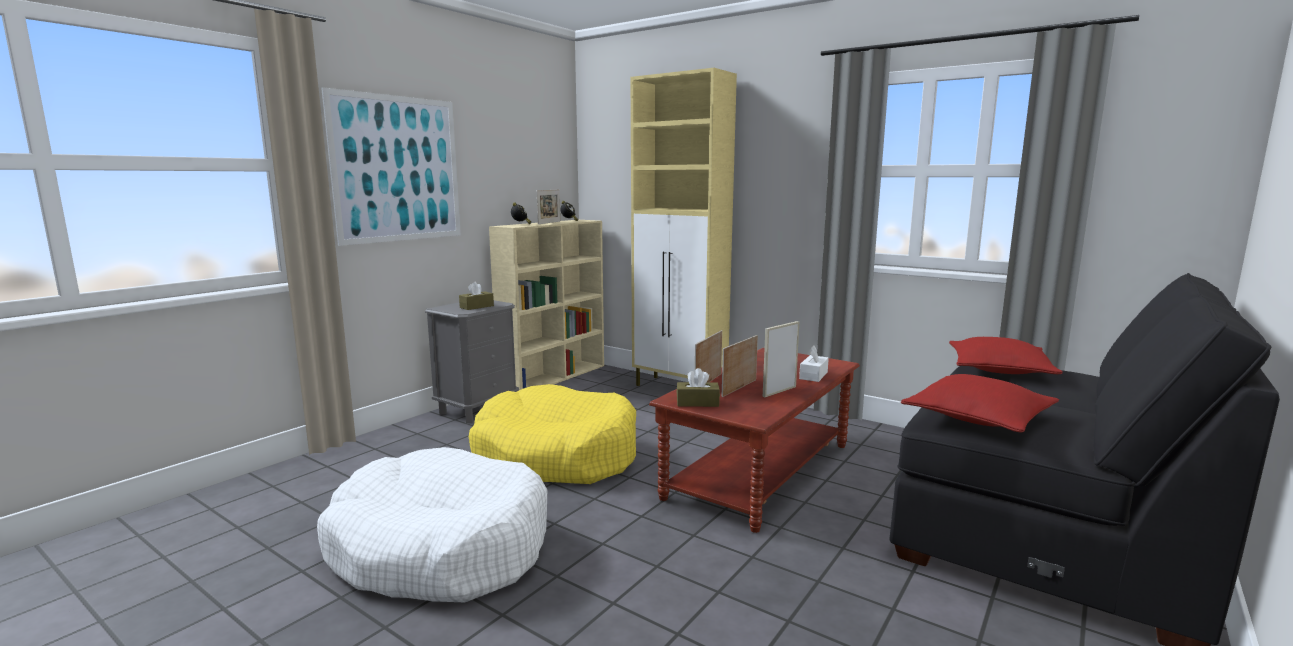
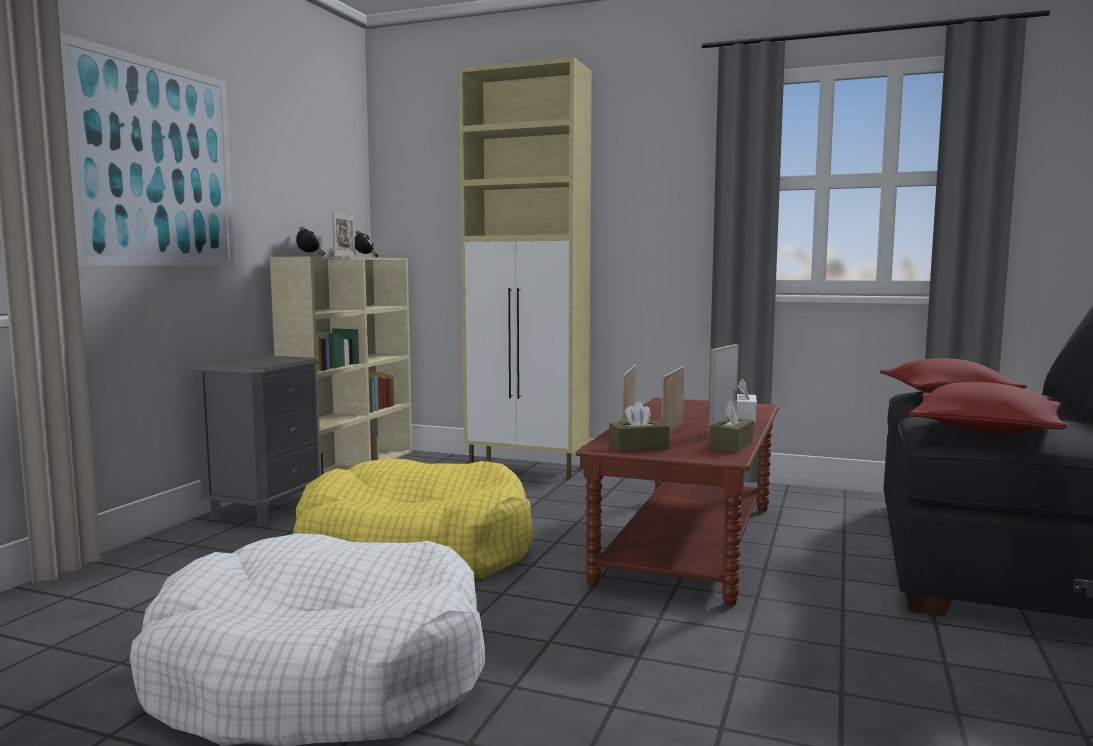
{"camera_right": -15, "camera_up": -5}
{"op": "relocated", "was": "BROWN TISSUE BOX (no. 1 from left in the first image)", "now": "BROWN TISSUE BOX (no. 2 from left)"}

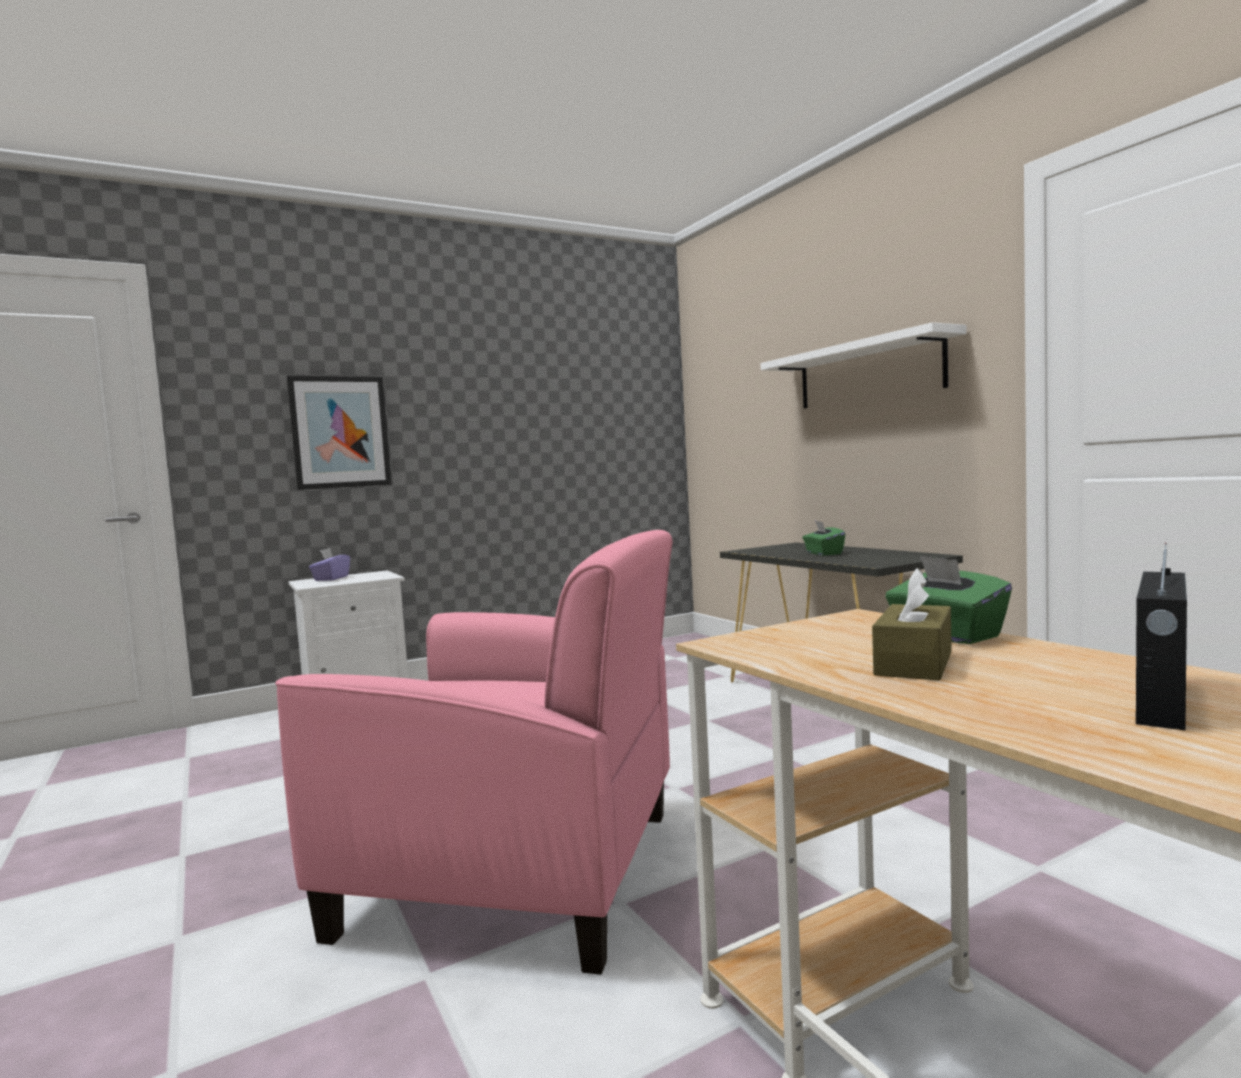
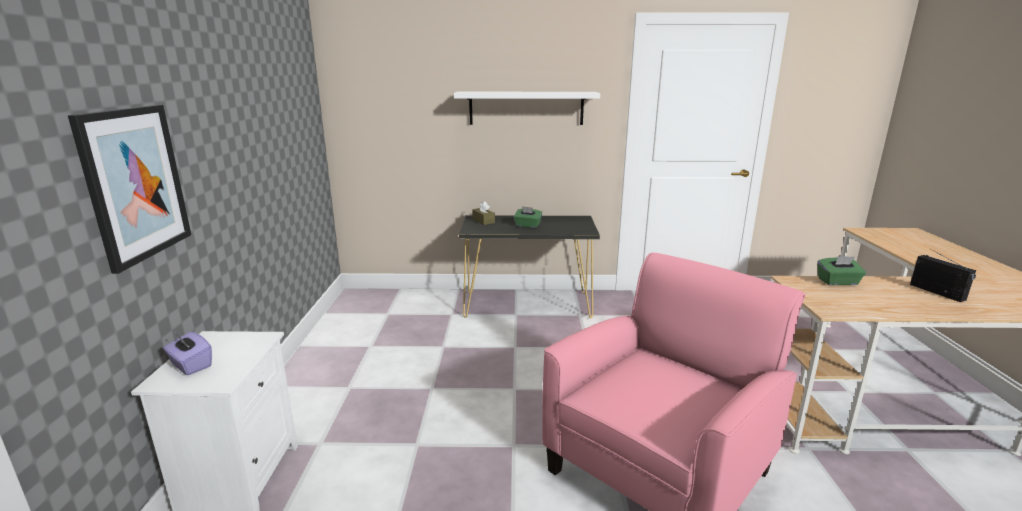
{"camera_right": -60, "camera_up": 15}
{"op": "relocated", "was": "BROWN TISSUE BOX"}

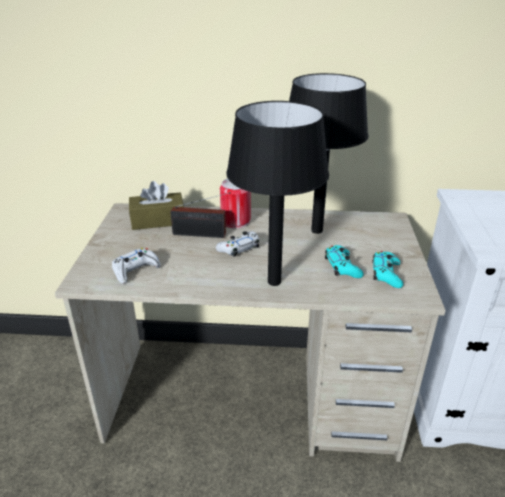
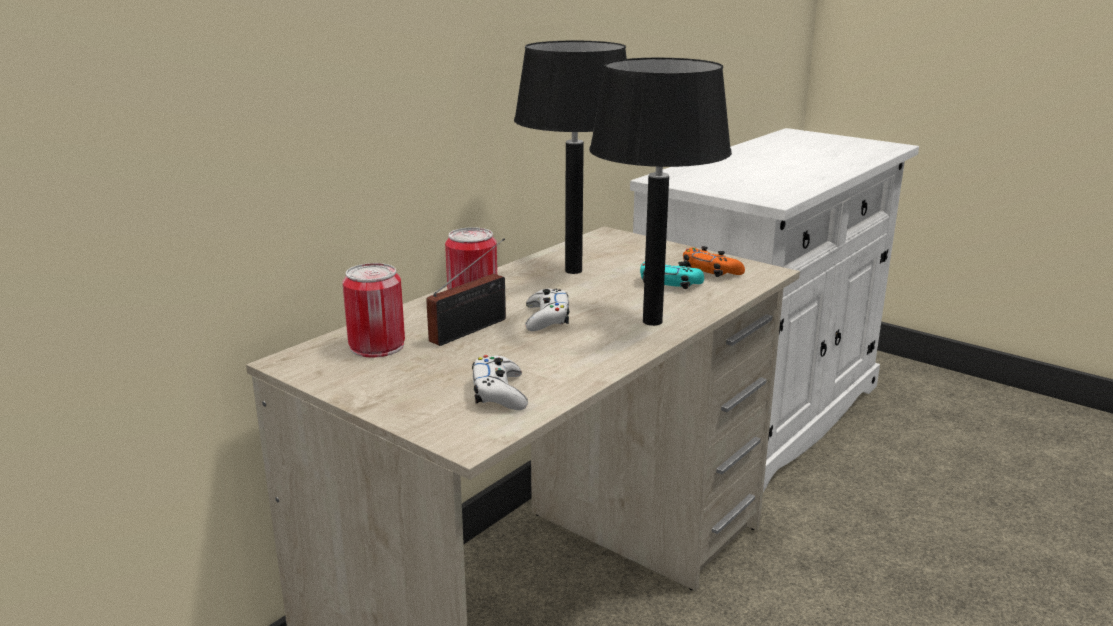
{"camera_right": -55, "camera_up": -10}
{"op": "exchanged", "was": "BROWN TISSUE BOX", "now": "CAN (no. 1 from left)"}
{"op": "colour", "was": "TURQUOISE GAME CONTROLLER (no. 2 from left)", "now": "ORANGE GAME CONTROLLER"}

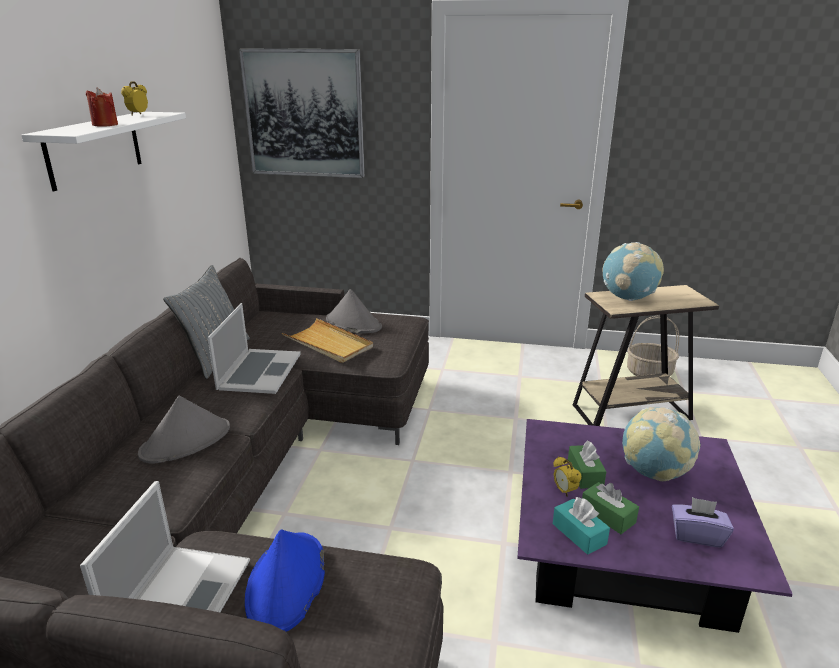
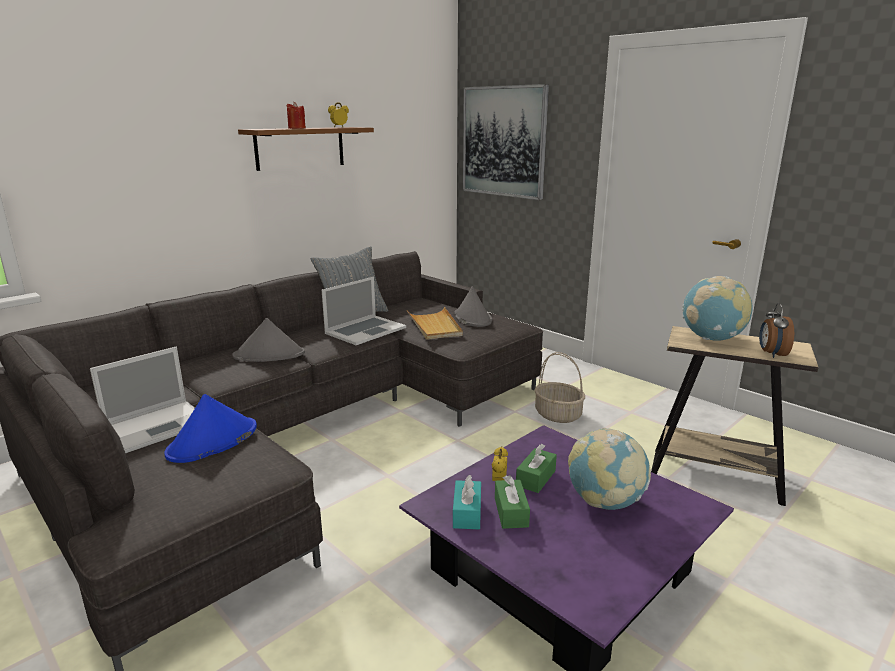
{"camera_right": 35, "camera_up": -5}
{"op": "colour", "was": "WHITE SHELF", "now": "BROWN SHELF"}
{"op": "relocated", "was": "BASKET"}
{"op": "appeared", "now": "ALARM CLOCK (no. 3 from left)"}
{"op": "missing", "was": "PURPLE TISSUE BOX"}

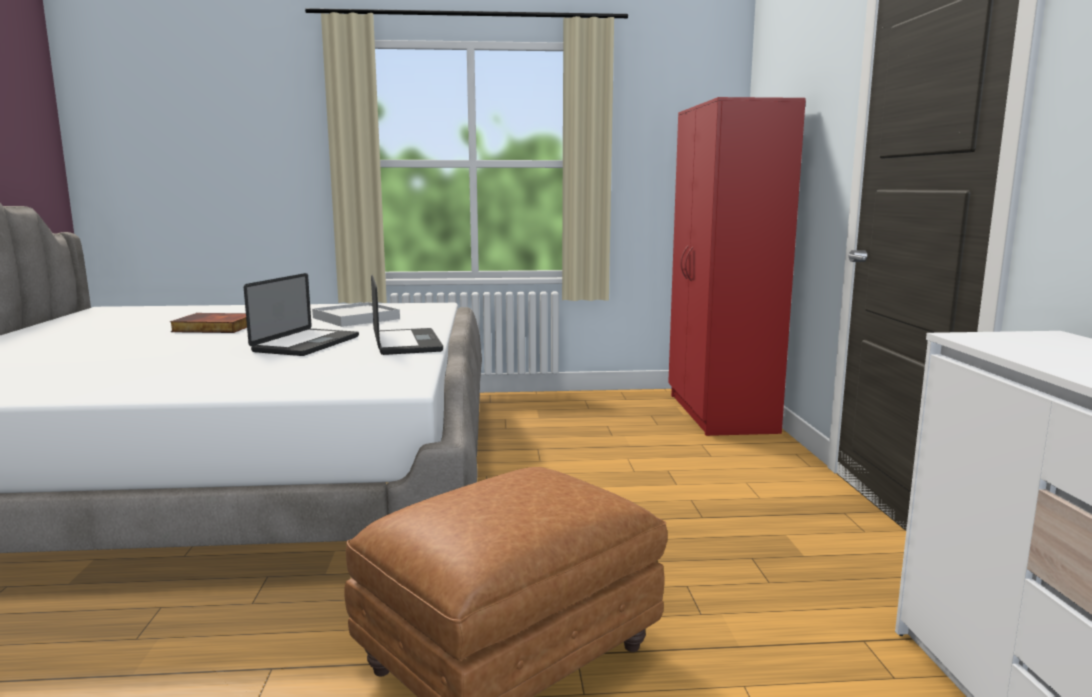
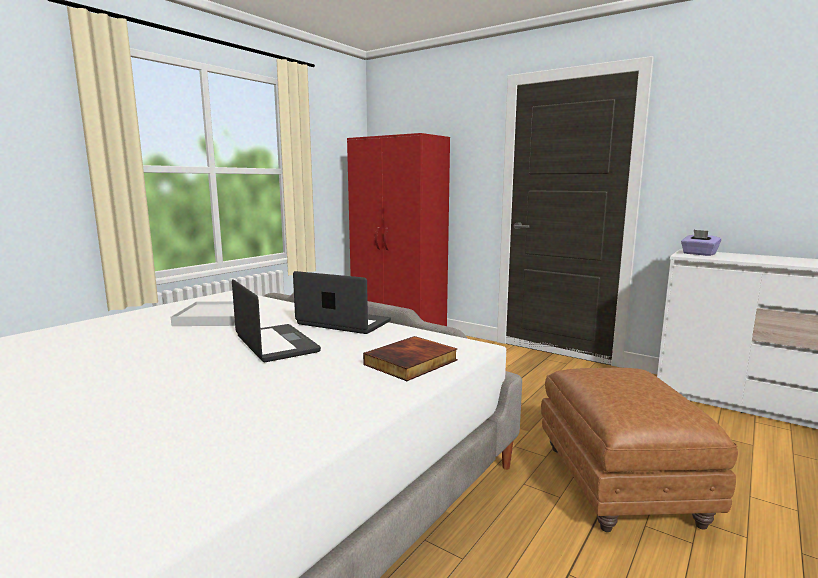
{"camera_right": -50, "camera_up": 0}
{"op": "relocated", "was": "BOOK"}
{"op": "appeared", "now": "PURPLE TISSUE BOX"}

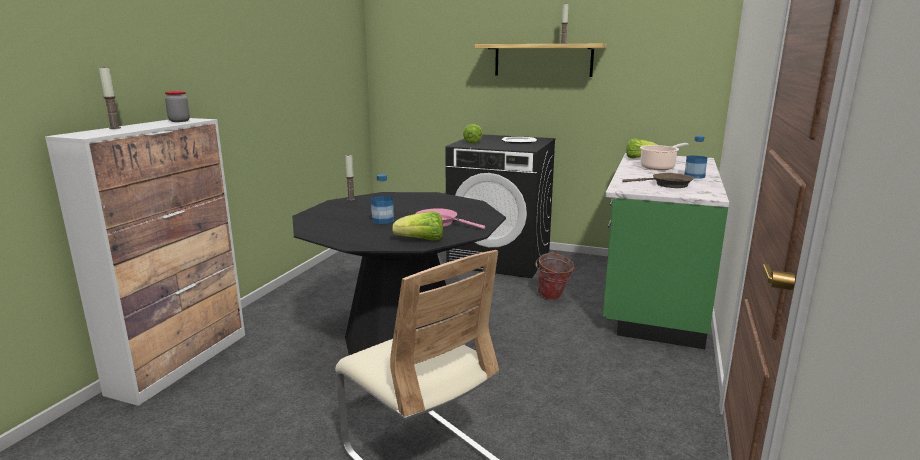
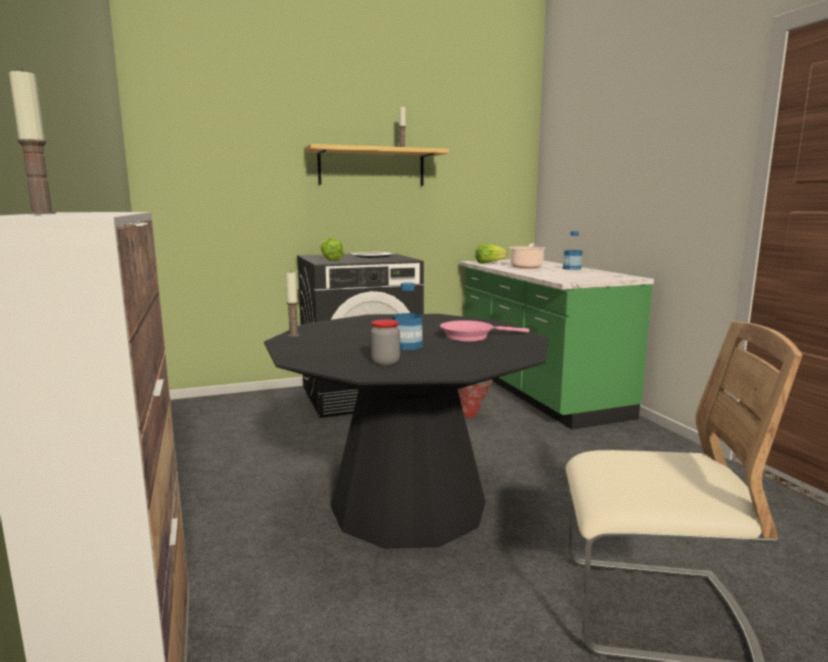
{"camera_right": -40, "camera_up": -5}
{"op": "relocated", "was": "JAR"}
{"op": "missing", "was": "LETTUCE (no. 1 from left)"}
{"op": "missing", "was": "BROWN FRYING PAN"}

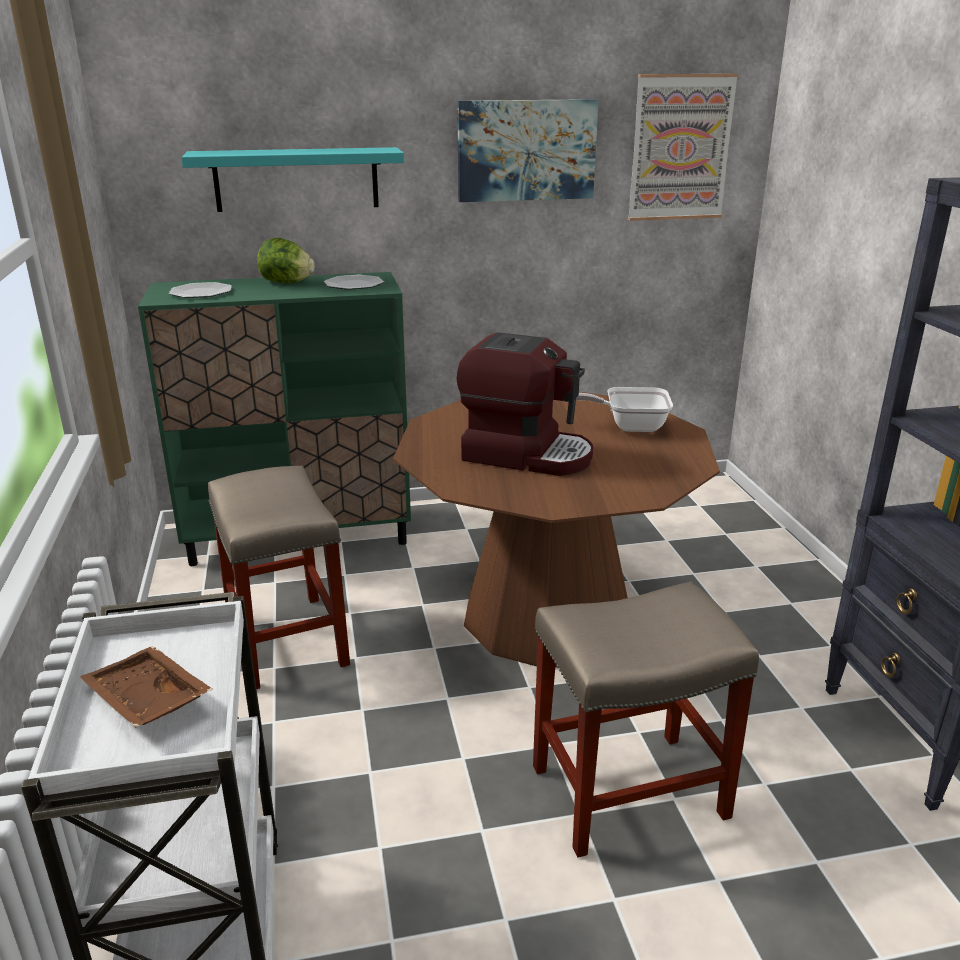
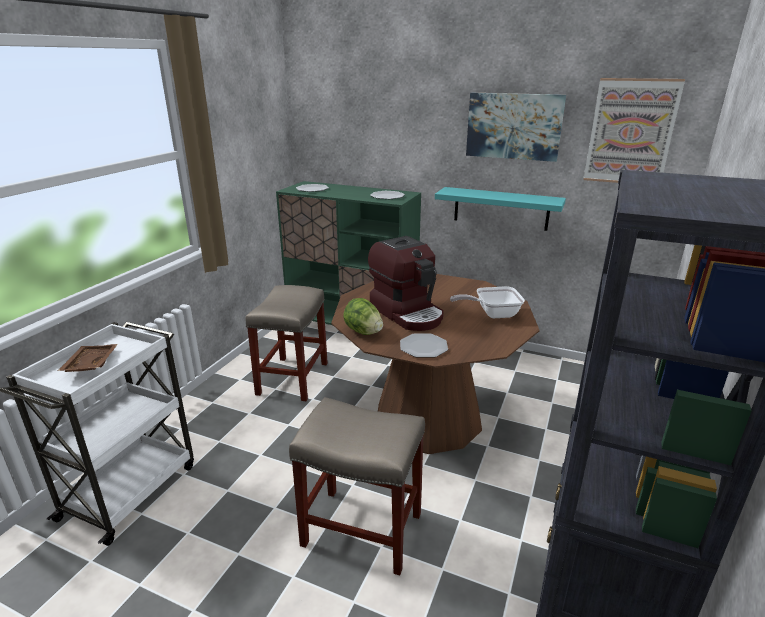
{"camera_right": 35, "camera_up": 0}
{"op": "relocated", "was": "LETTUCE"}
{"op": "appeared", "now": "PLATE (no. 3 from left)"}
{"op": "relocated", "was": "TURQUOISE SHELF"}
{"op": "spun", "was": "FRYING PAN", "clockwise": -45}

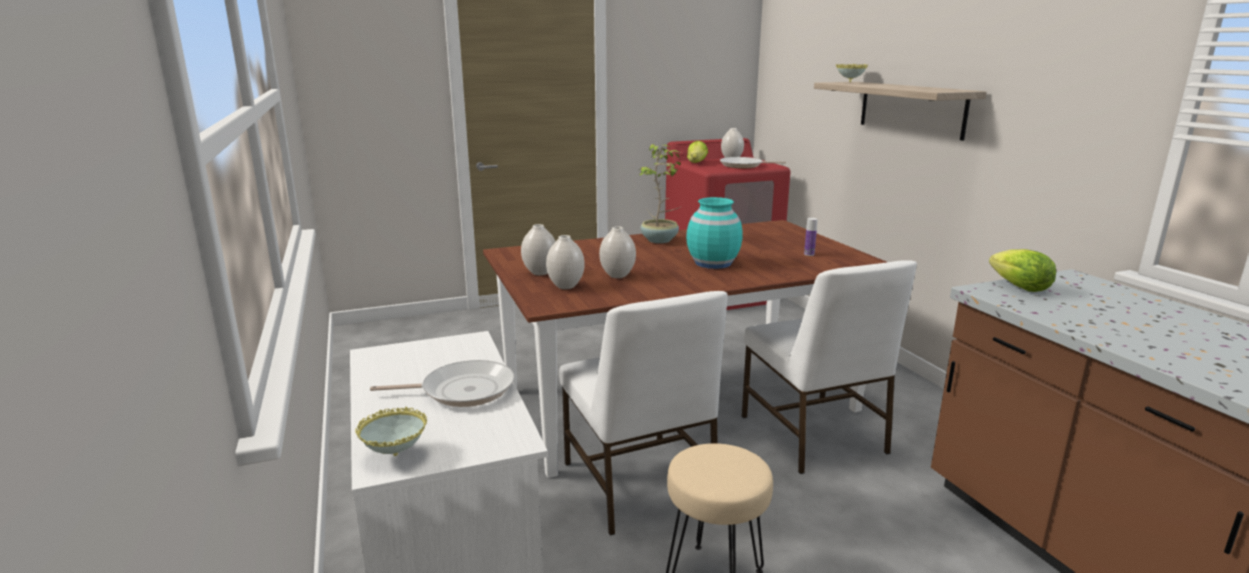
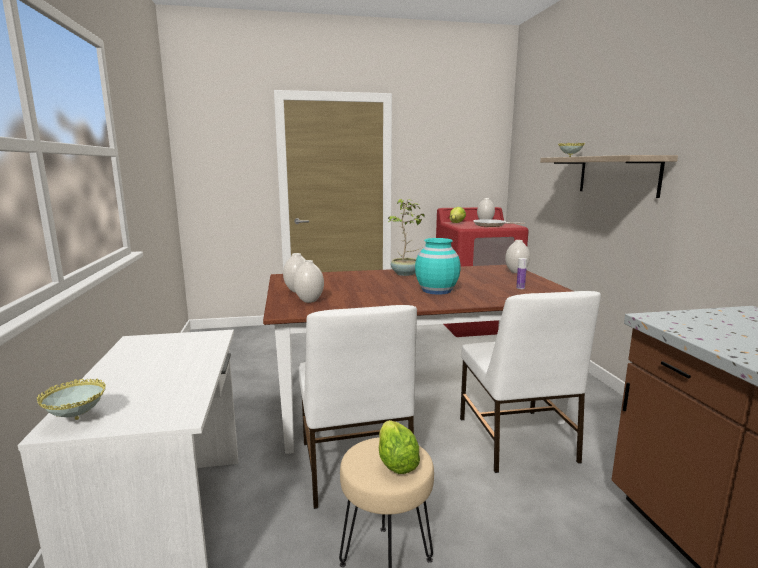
{"camera_right": 10, "camera_up": -5}
{"op": "relocated", "was": "LETTUCE (no. 2 from left in the first image)", "now": "LETTUCE (no. 1 from left)"}
{"op": "relocated", "was": "WHITE VASE (no. 3 from left in the first image)", "now": "WHITE VASE (no. 4 from left)"}
{"op": "missing", "was": "FRYING PAN (no. 1 from left)"}

